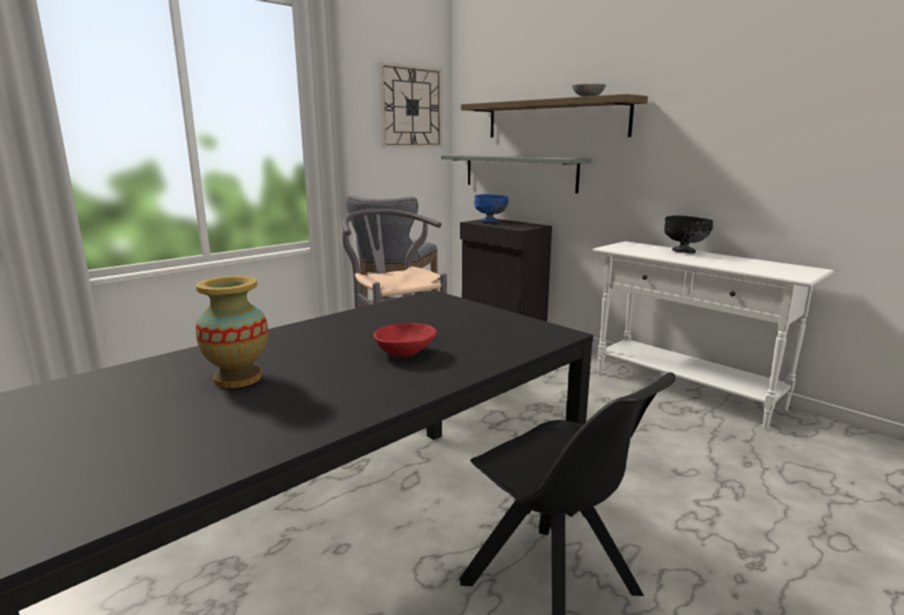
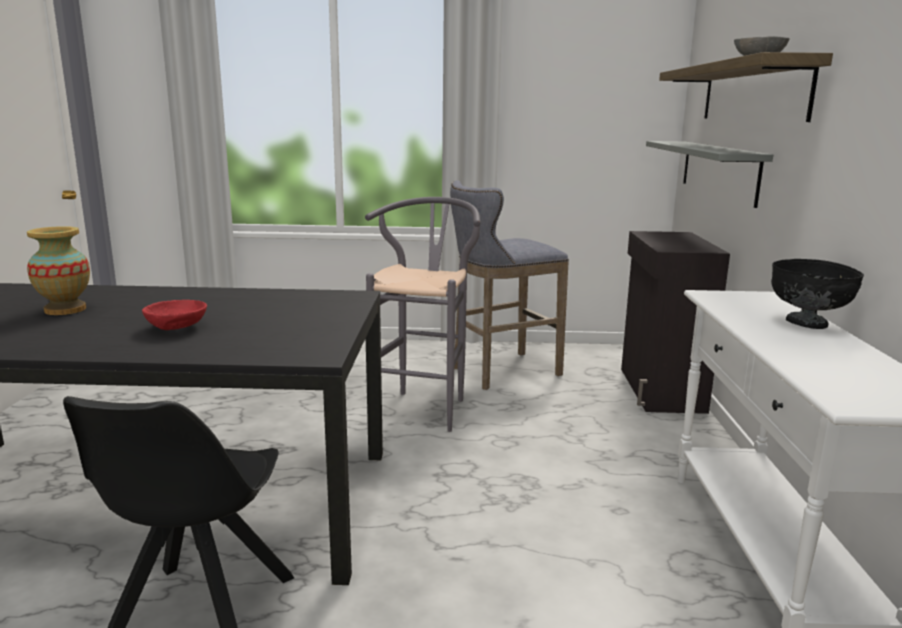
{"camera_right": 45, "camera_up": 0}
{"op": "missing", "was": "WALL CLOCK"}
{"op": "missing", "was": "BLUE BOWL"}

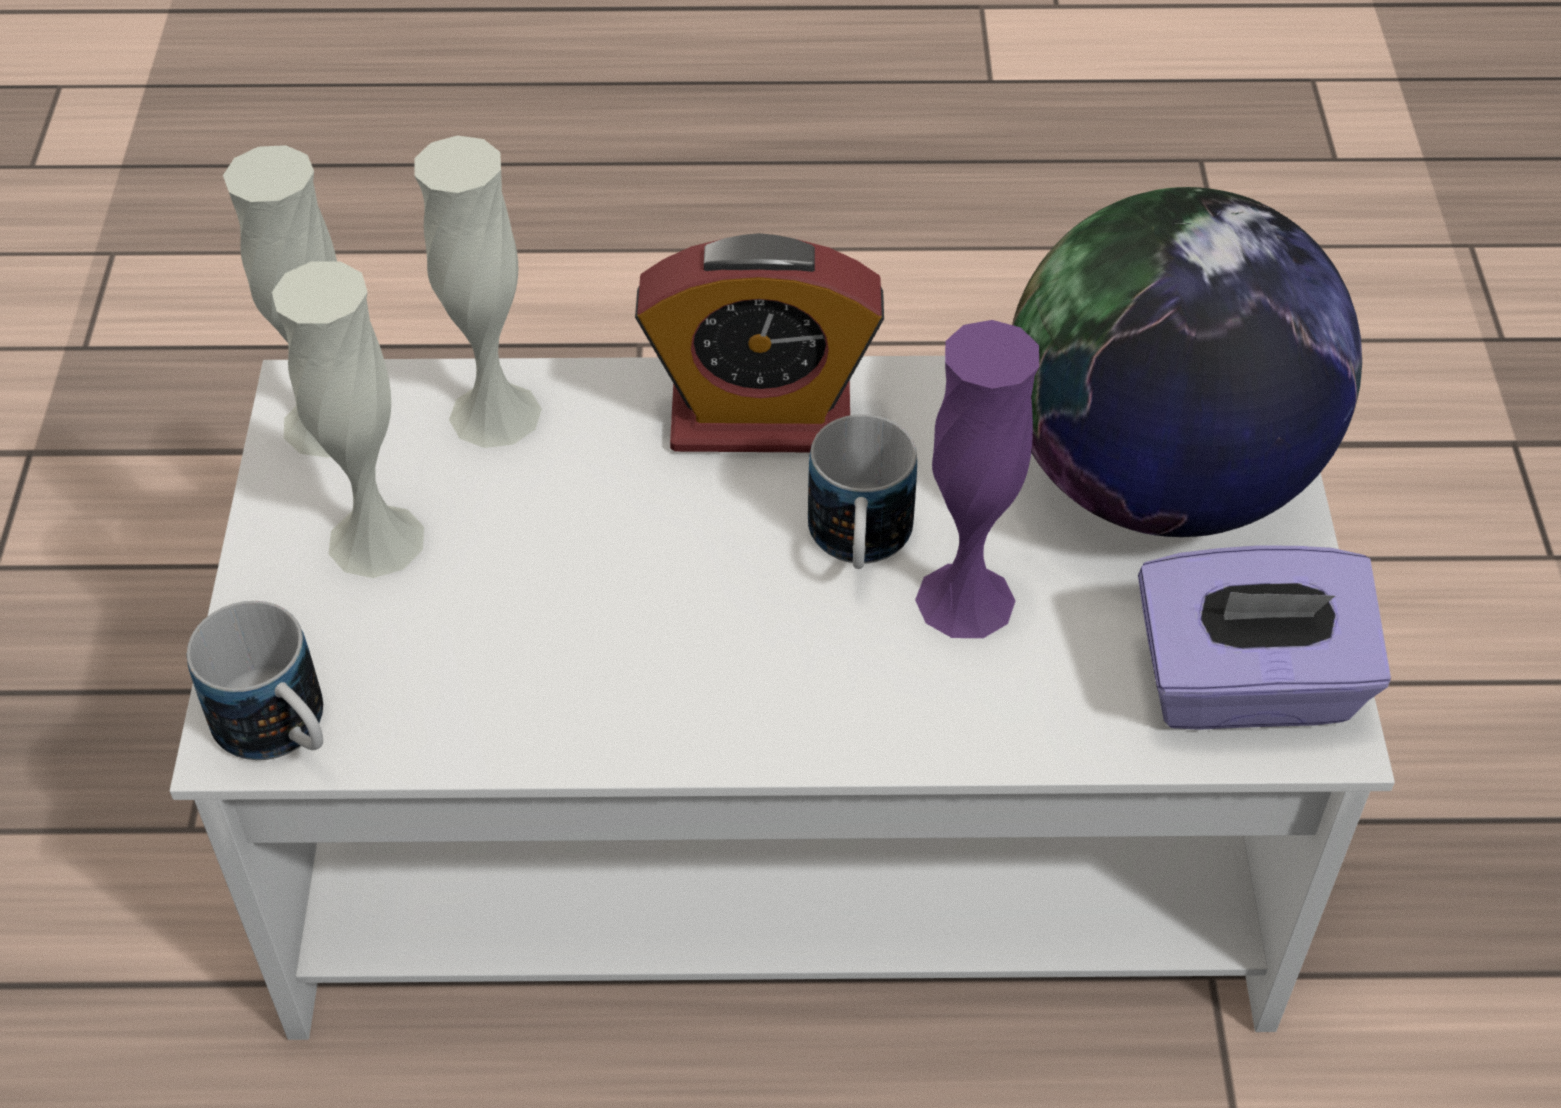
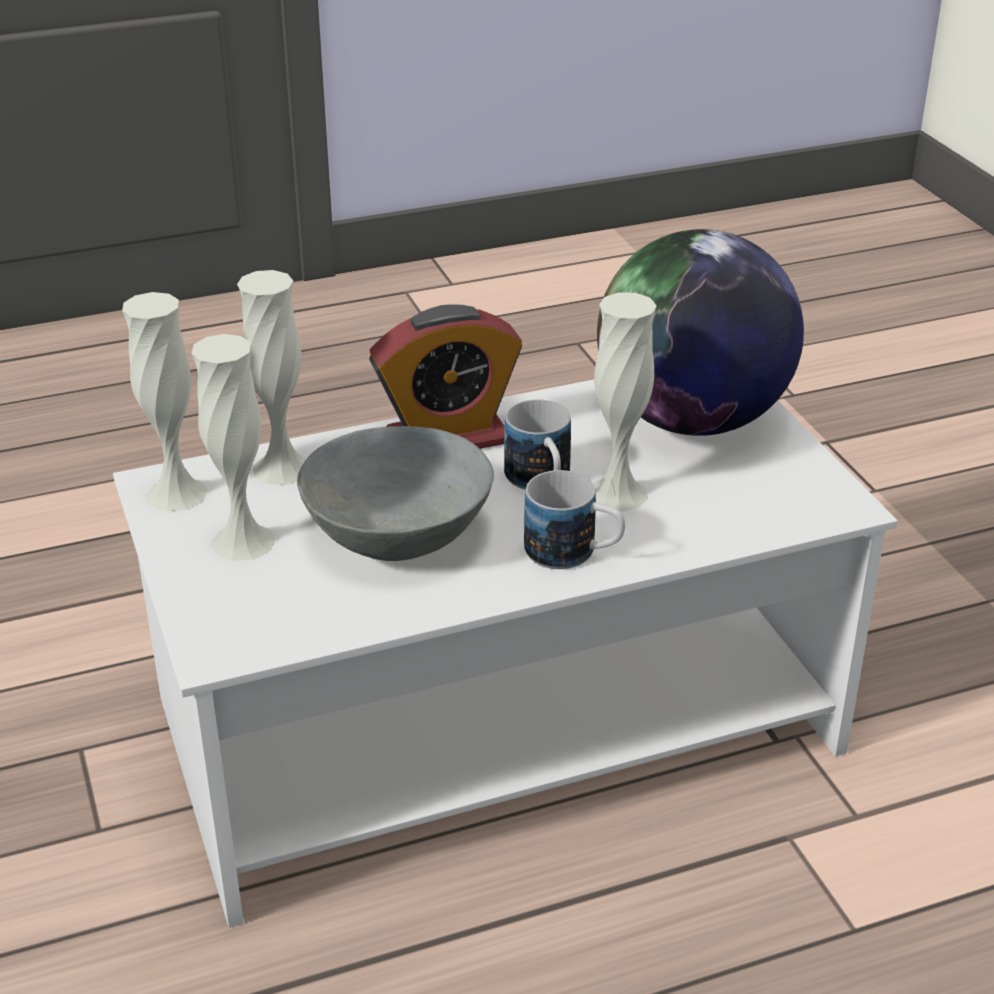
{"camera_right": -20, "camera_up": -15}
{"op": "appeared", "now": "GREY BOWL"}
{"op": "relocated", "was": "MUG (no. 1 from left in the first image)", "now": "MUG (no. 2 from left)"}
{"op": "colour", "was": "PURPLE VASE", "now": "WHITE VASE (no. 4 from left)"}
{"op": "missing", "was": "PURPLE TISSUE BOX"}

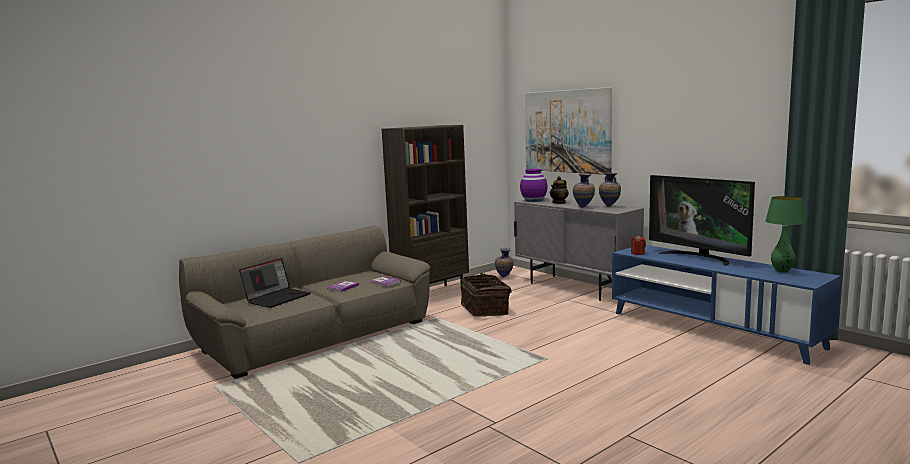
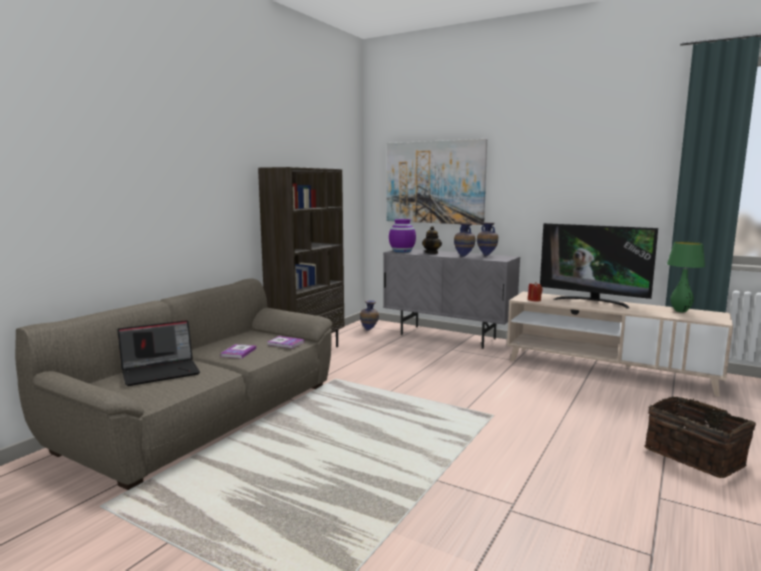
{"camera_right": -20, "camera_up": 0}
{"op": "spun", "was": "LAPTOP", "clockwise": 45}
{"op": "colour", "was": "BLUE TV STAND", "now": "BEIGE TV STAND"}
{"op": "relocated", "was": "BASKET"}

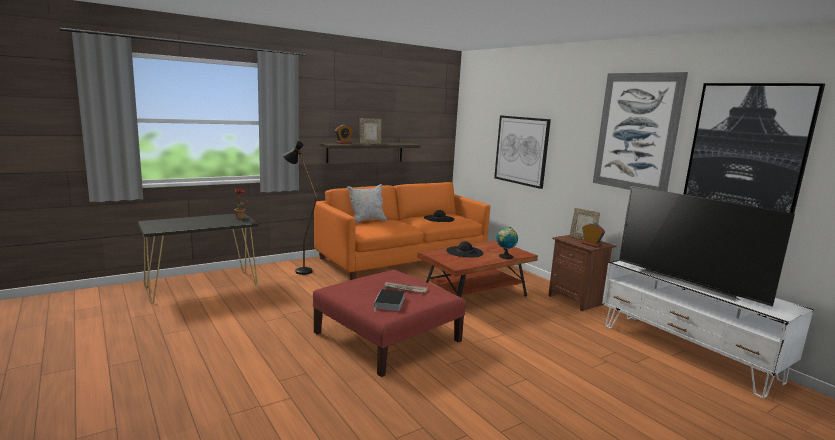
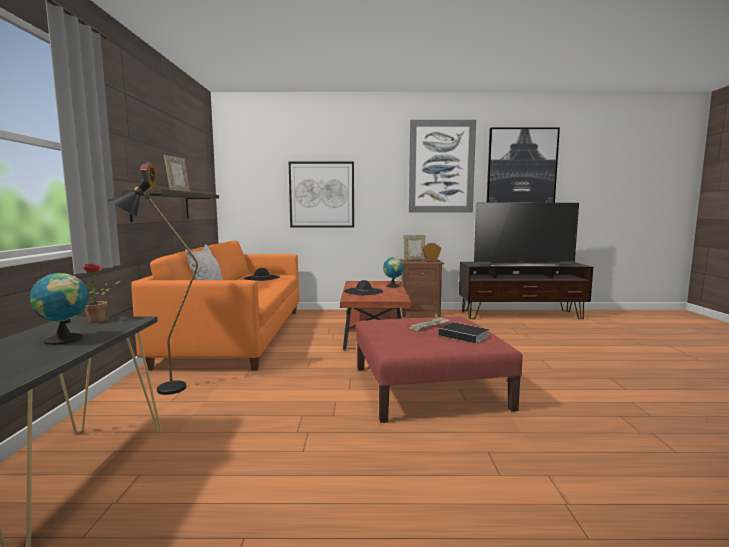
{"camera_right": -55, "camera_up": -5}
{"op": "appeared", "now": "GLOBE (no. 1 from left)"}
{"op": "colour", "was": "WHITE TV STAND", "now": "BROWN TV STAND"}

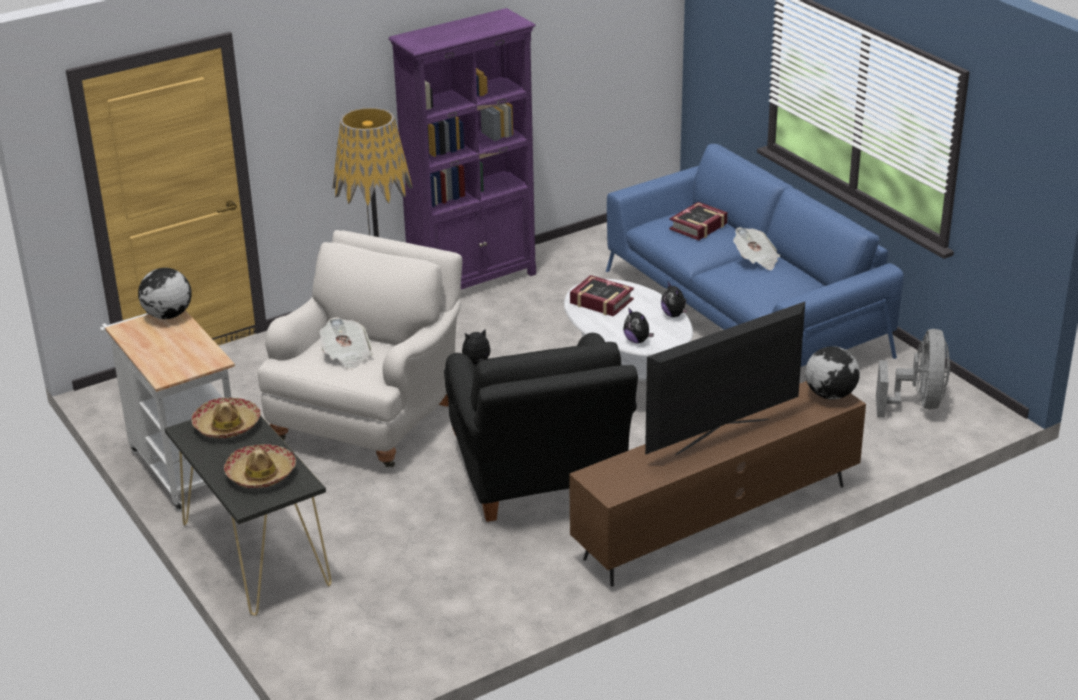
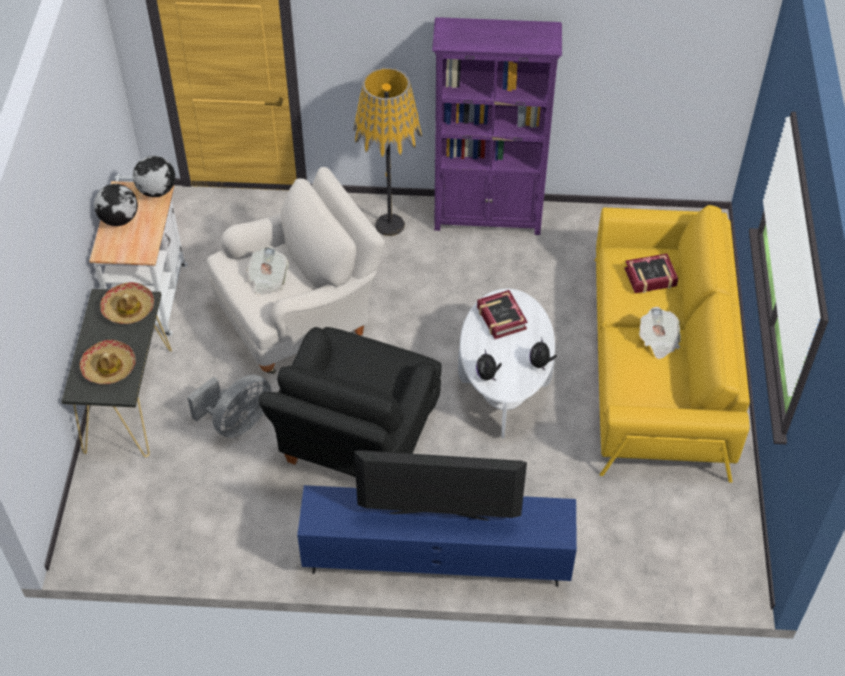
{"camera_right": 35, "camera_up": 20}
{"op": "relocated", "was": "GLOBE (no. 2 from left in the first image)", "now": "GLOBE (no. 1 from left)"}
{"op": "relocated", "was": "GREY FAN"}
{"op": "colour", "was": "BROWN TV STAND", "now": "BLUE TV STAND"}
{"op": "colour", "was": "BLUE SOFA", "now": "YELLOW SOFA"}
{"op": "missing", "was": "PLUSH TOY (no. 1 from left)"}

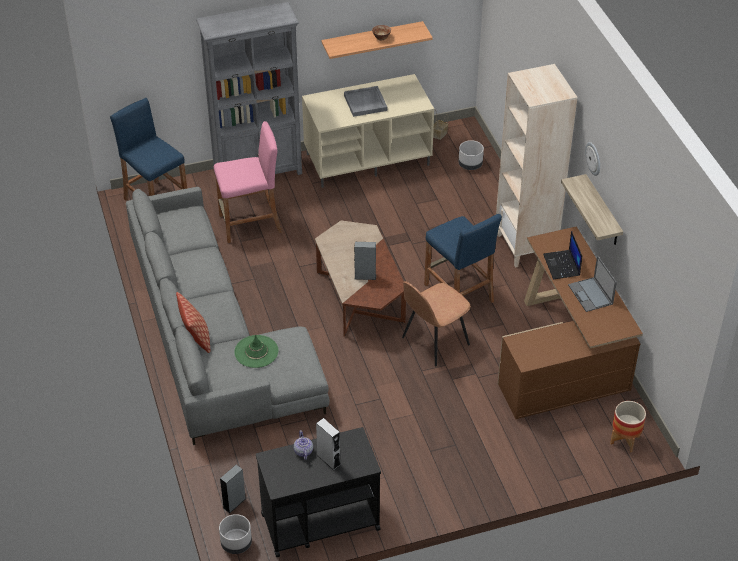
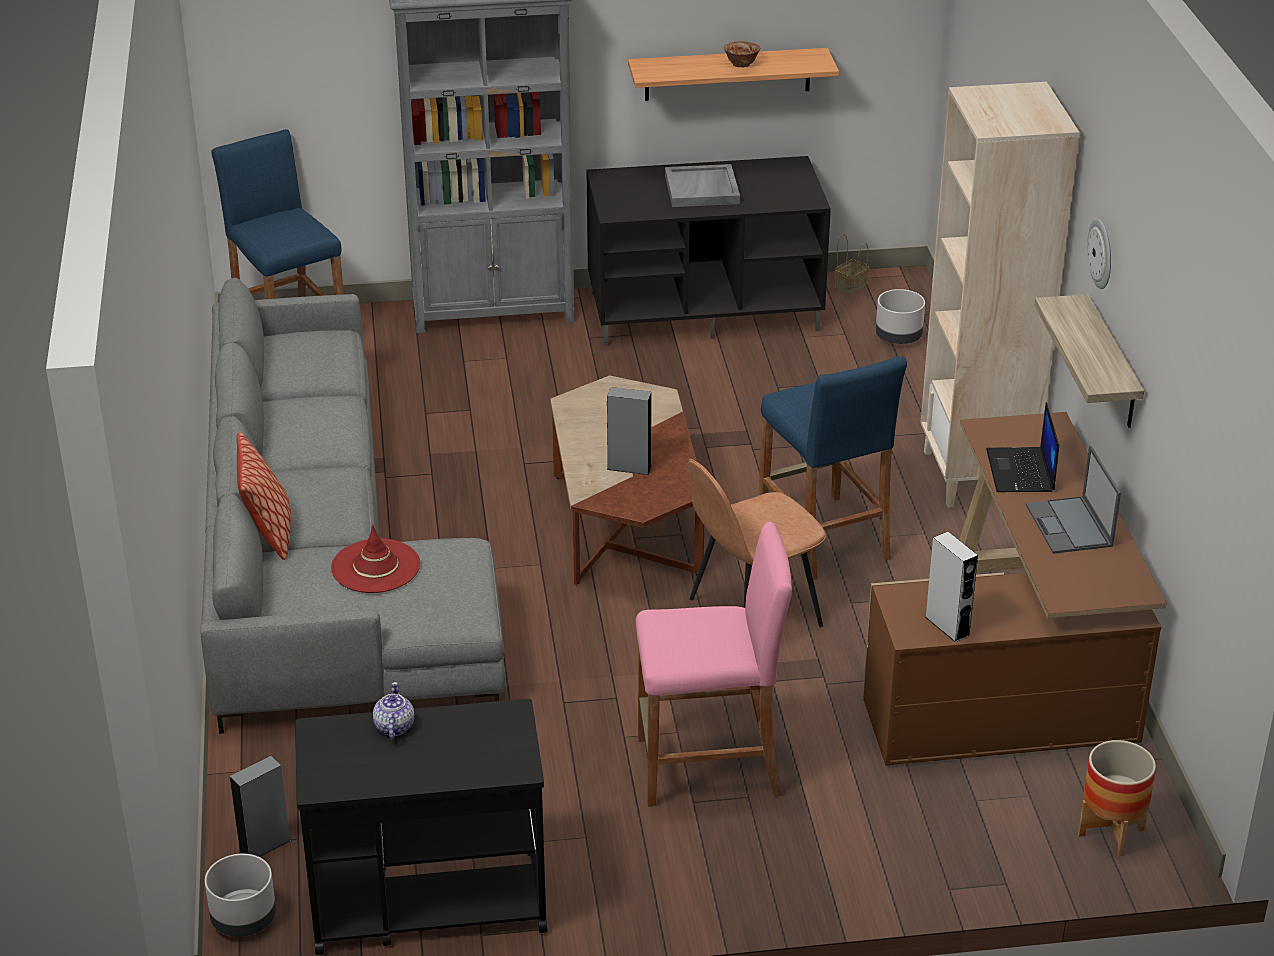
{"camera_right": 10, "camera_up": -10}
{"op": "colour", "was": "GREEN HAT", "now": "RED HAT"}
{"op": "colour", "was": "BEIGE TV STAND", "now": "BLACK TV STAND"}
{"op": "relocated", "was": "PINK STOOL"}
{"op": "relocated", "was": "GREY SPEAKER (no. 2 from left in the first image)", "now": "GREY SPEAKER (no. 3 from left)"}

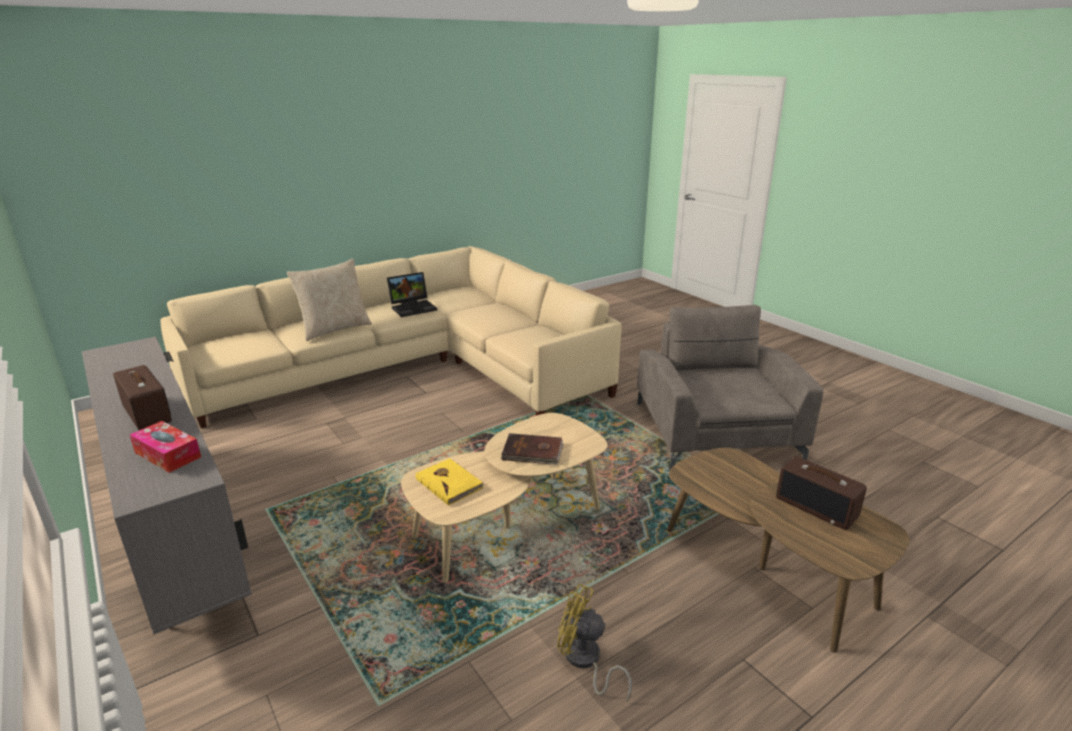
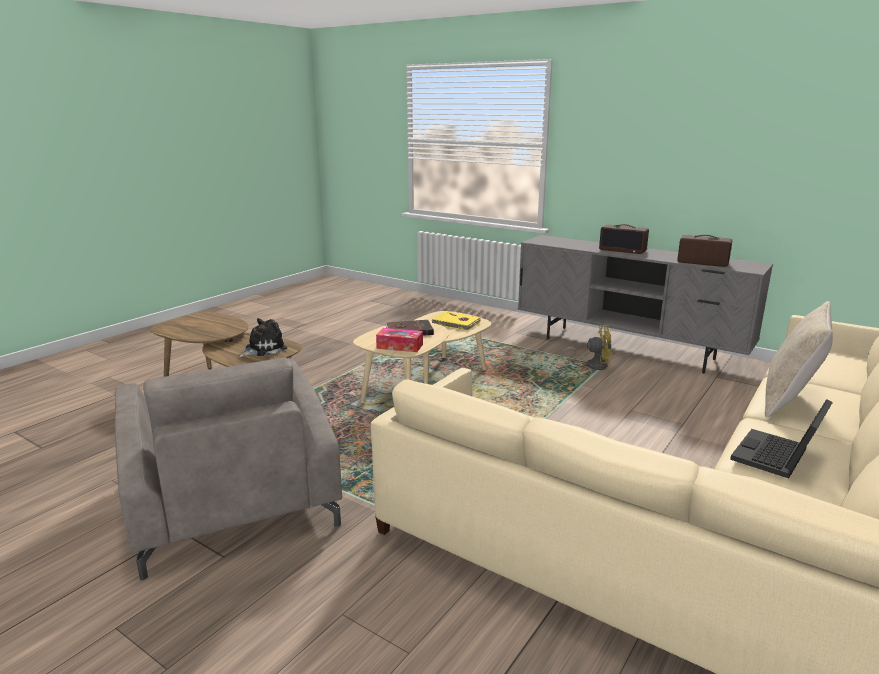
{"camera_right": 160, "camera_up": -5}
{"op": "appeared", "now": "PLUSH TOY"}
{"op": "relocated", "was": "TISSUE BOX"}
{"op": "relocated", "was": "YELLOW FAN"}
{"op": "relocated", "was": "RADIO (no. 2 from left)"}

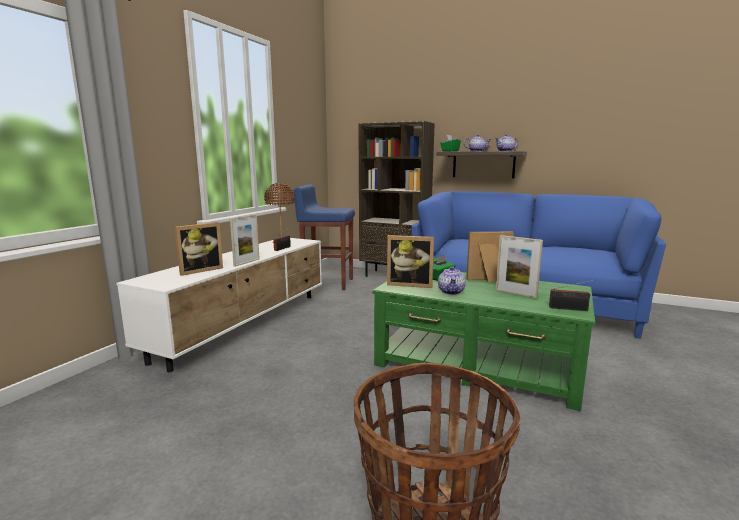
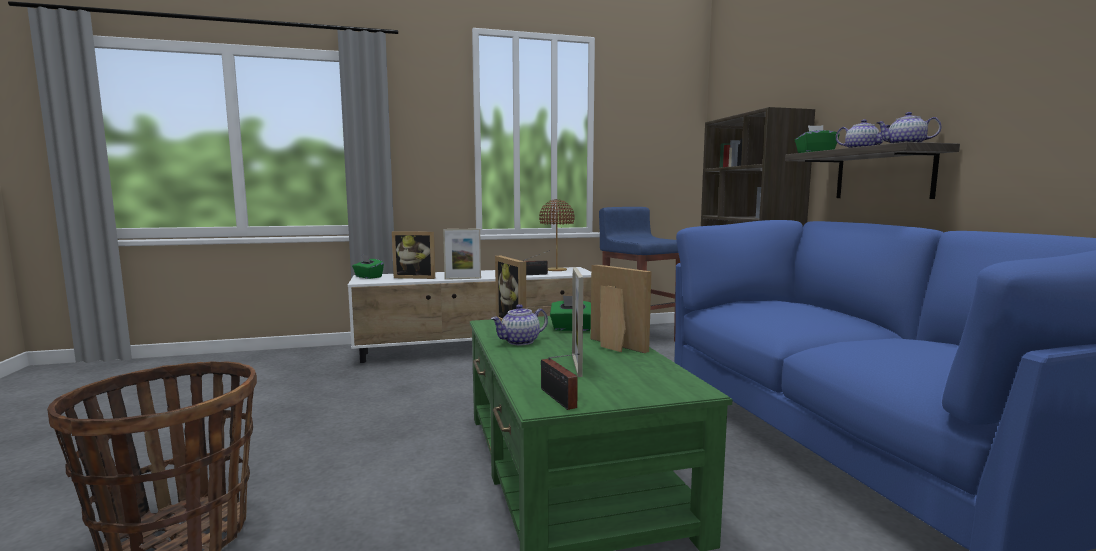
{"camera_right": 50, "camera_up": -5}
{"op": "appeared", "now": "GREEN TISSUE BOX (no. 1 from left)"}

